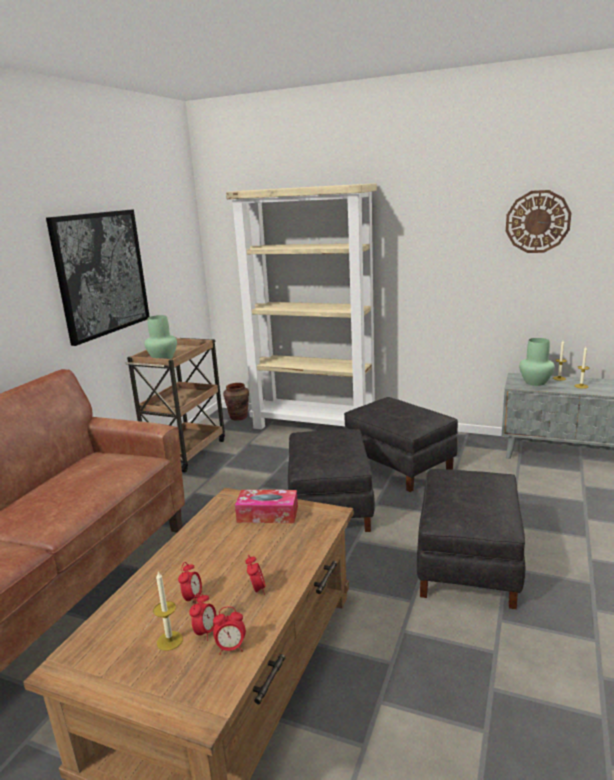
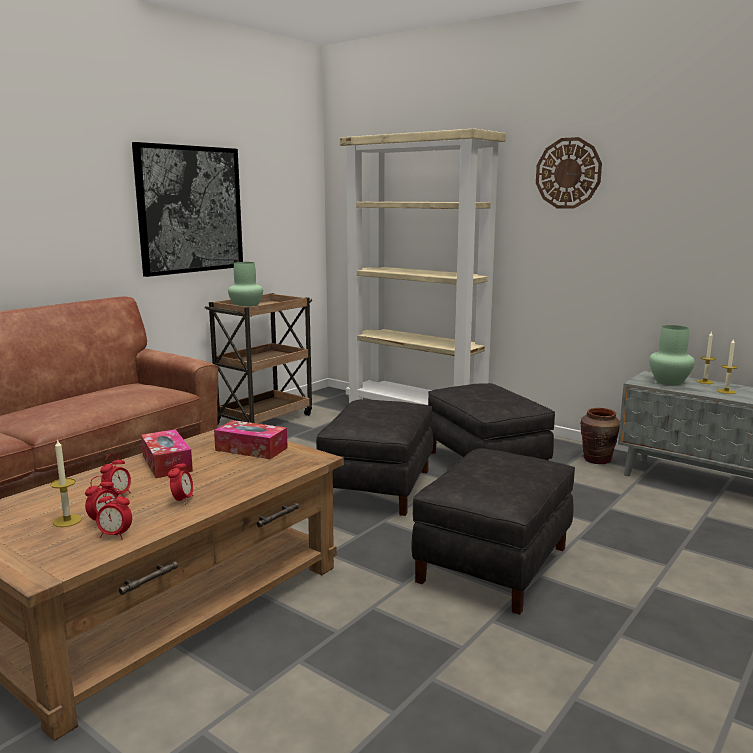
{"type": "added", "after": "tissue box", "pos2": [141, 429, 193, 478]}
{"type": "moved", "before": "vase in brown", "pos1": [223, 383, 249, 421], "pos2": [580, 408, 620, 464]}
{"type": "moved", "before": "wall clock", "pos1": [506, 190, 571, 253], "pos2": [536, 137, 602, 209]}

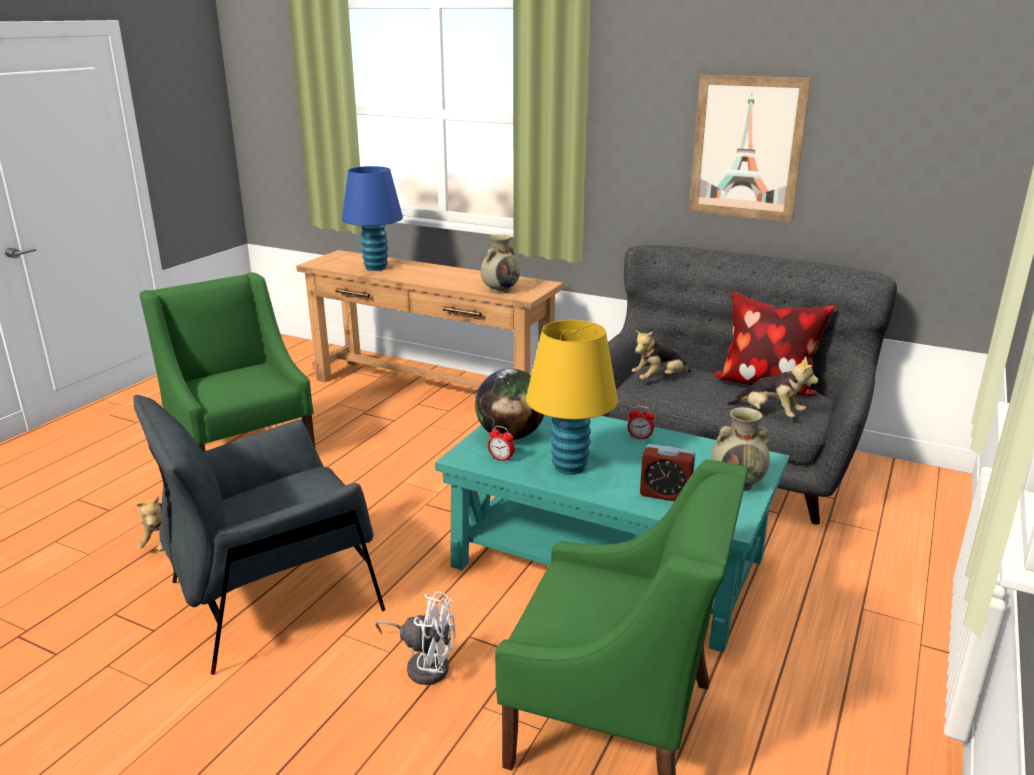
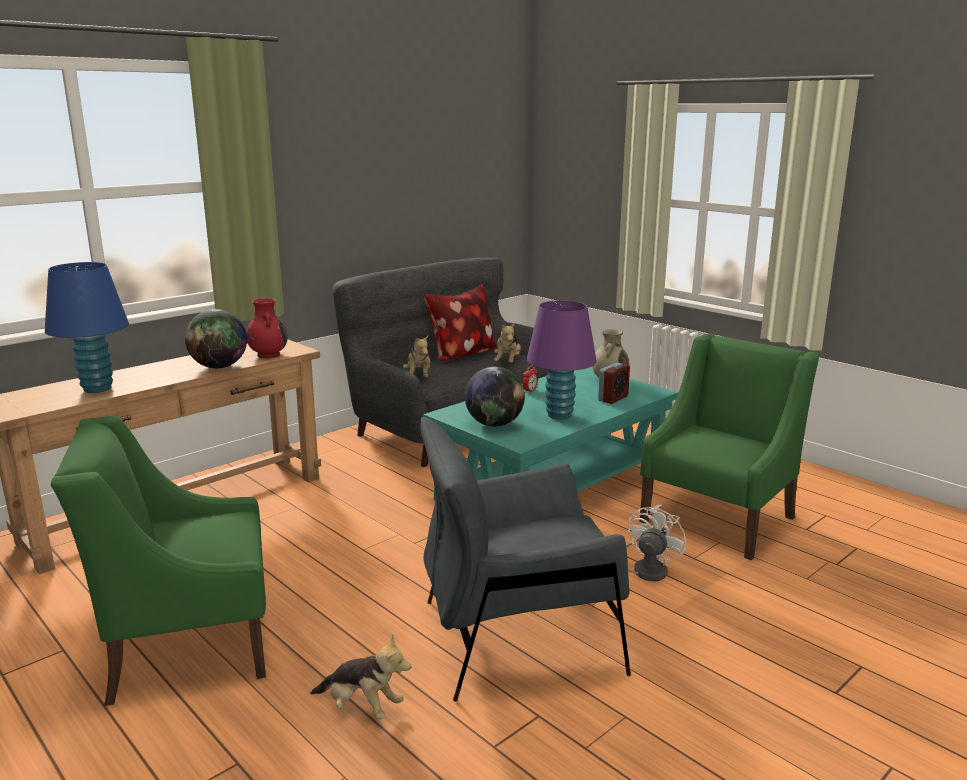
{"type": "removed", "before": "alarm clock", "pos1": [488, 426, 515, 462]}
{"type": "removed", "before": "picture", "pos1": [689, 75, 811, 222]}
{"type": "added", "after": "globe", "pos2": [185, 309, 247, 368]}
{"type": "recoloured", "before": "vase in beige", "after": "vase in red", "pos1": [481, 234, 520, 294], "pos2": [246, 298, 288, 358]}
{"type": "recoloured", "before": "table lamp in yellow", "after": "table lamp in purple", "pos1": [526, 320, 618, 475], "pos2": [527, 301, 597, 419]}
{"type": "turned", "before": "armchair in grey", "pos1": [133, 395, 385, 675], "pos2": [420, 417, 631, 702], "turn": 90}
{"type": "turned", "before": "plush toy", "pos1": [727, 356, 818, 417], "pos2": [494, 323, 521, 363], "turn": 135}

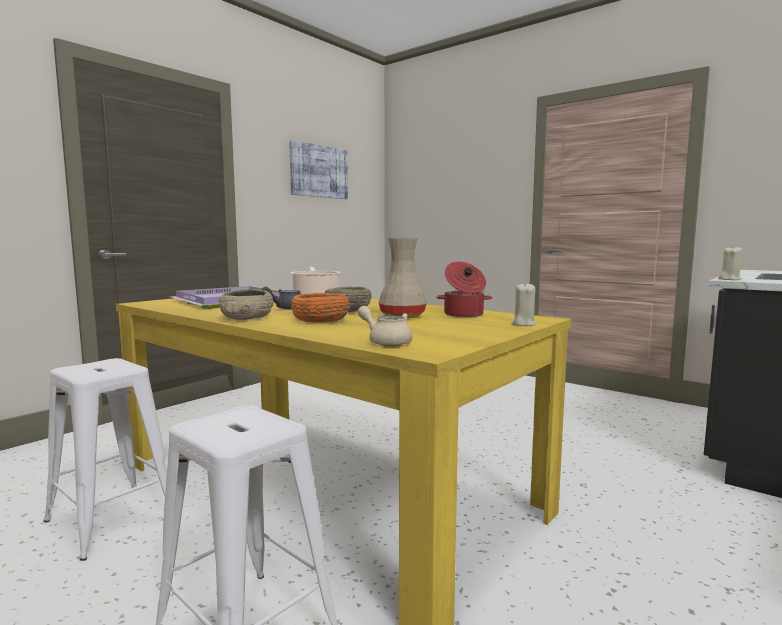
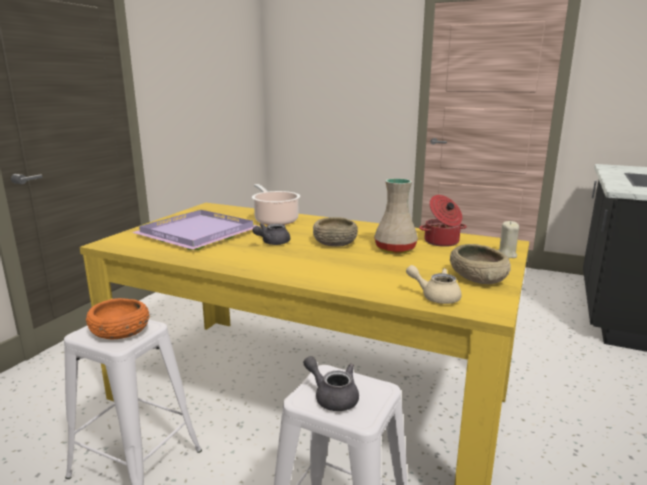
{"type": "removed", "before": "picture", "pos1": [289, 140, 348, 199]}
{"type": "removed", "before": "candle in beige", "pos1": [718, 246, 742, 280]}
{"type": "added", "after": "teapot in grey", "pos2": [303, 356, 359, 411]}
{"type": "moved", "before": "bowl in beige", "pos1": [218, 289, 274, 320], "pos2": [450, 244, 511, 284]}
{"type": "moved", "before": "bowl in orange", "pos1": [291, 293, 350, 323], "pos2": [86, 298, 150, 339]}

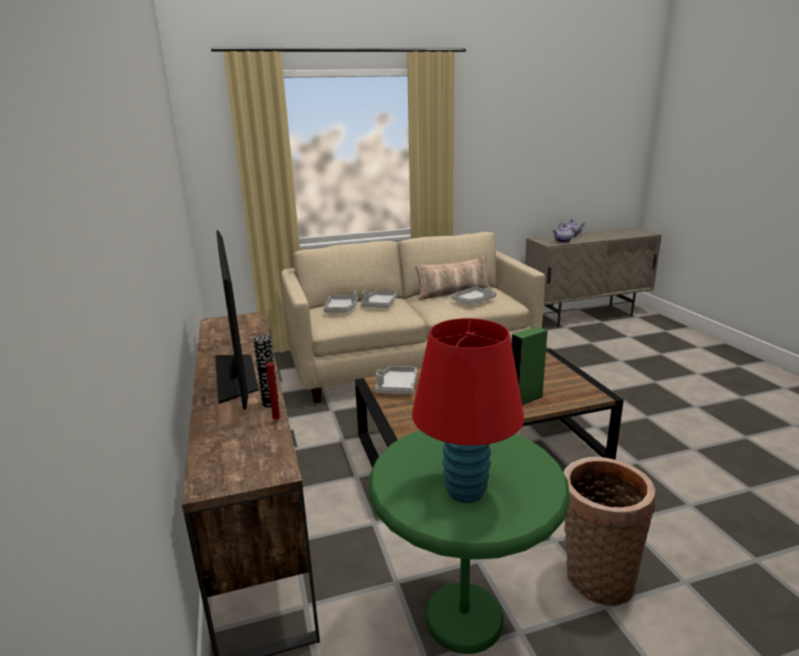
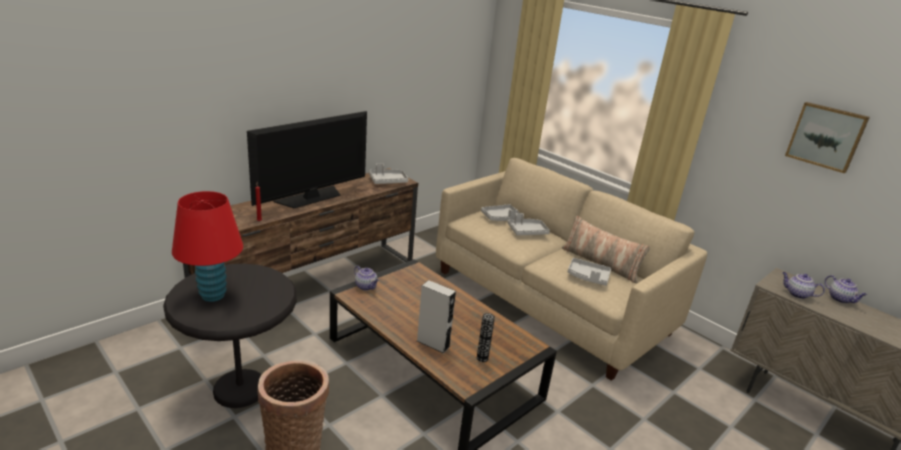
{"type": "added", "after": "teapot", "pos2": [354, 266, 379, 291]}
{"type": "added", "after": "picture", "pos2": [785, 102, 870, 173]}
{"type": "moved", "before": "vase", "pos1": [253, 335, 279, 407], "pos2": [477, 313, 495, 362]}
{"type": "moved", "before": "tray in grey", "pos1": [375, 366, 417, 394], "pos2": [369, 163, 408, 184]}
{"type": "recoloured", "before": "side table in green", "after": "side table in black", "pos1": [369, 430, 570, 654], "pos2": [163, 264, 297, 408]}
{"type": "recoloured", "before": "speaker in green", "after": "speaker in grey", "pos1": [512, 327, 547, 405], "pos2": [417, 280, 456, 354]}

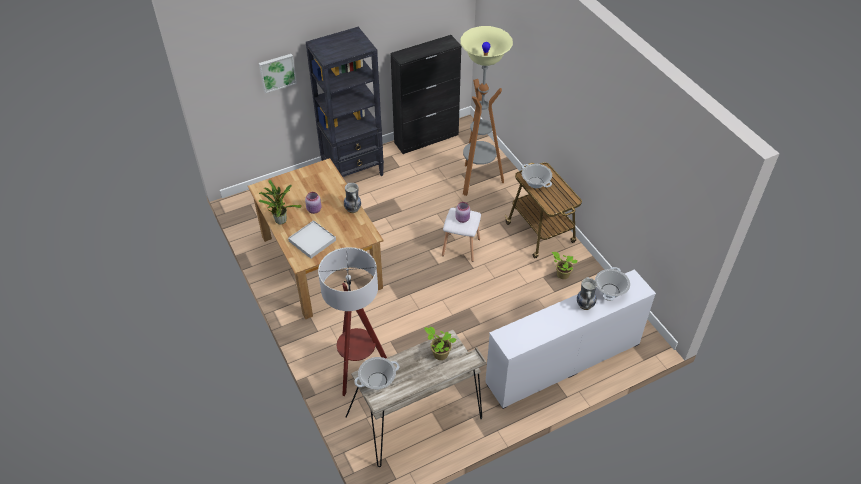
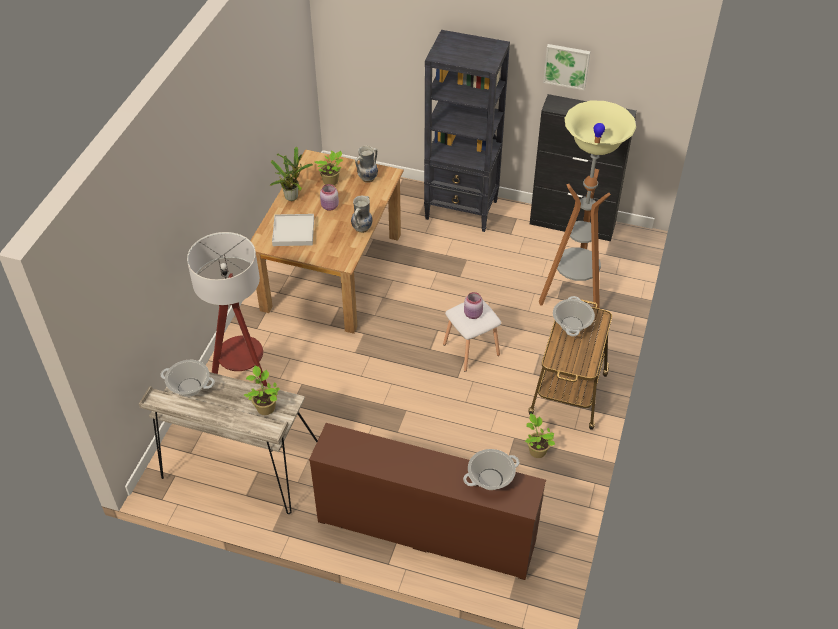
{"type": "added", "after": "potted plant", "pos2": [315, 151, 343, 185]}
{"type": "moved", "before": "picture", "pos1": [259, 54, 297, 93], "pos2": [543, 44, 591, 90]}
{"type": "moved", "before": "vase", "pos1": [577, 277, 597, 310], "pos2": [355, 146, 378, 183]}
{"type": "recoloured", "before": "dresser in white", "after": "dresser in brown", "pos1": [485, 269, 656, 409], "pos2": [309, 423, 546, 580]}

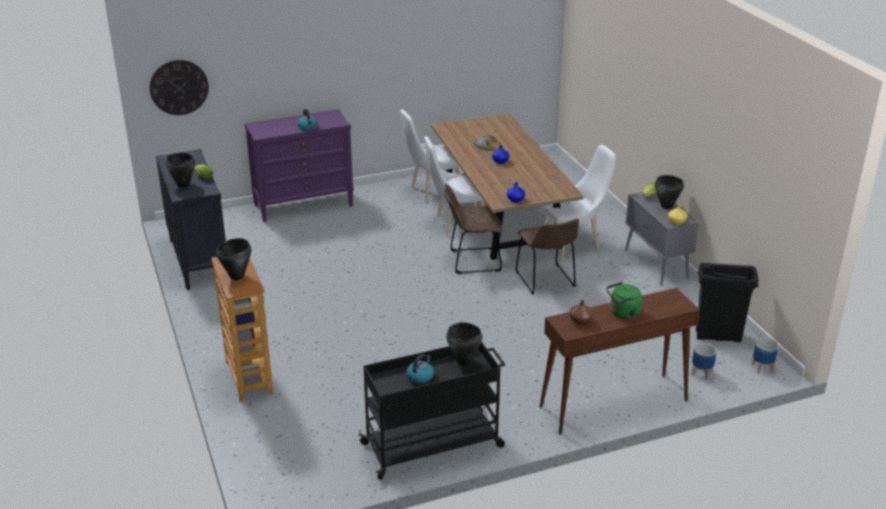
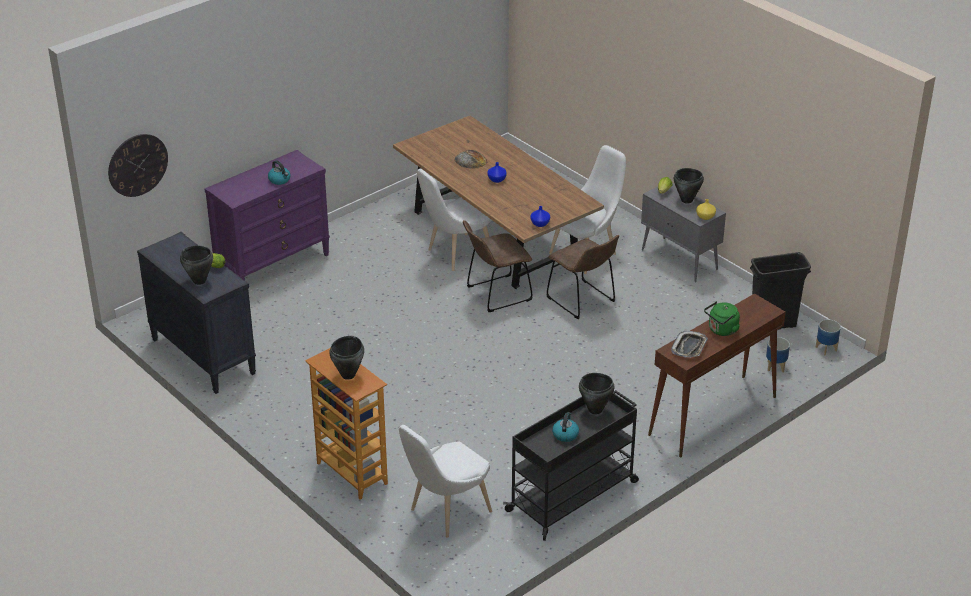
{"type": "moved", "before": "chair in white", "pos1": [400, 109, 460, 204], "pos2": [399, 425, 492, 538]}
{"type": "replaced", "before": "vase in brown", "after": "tray", "pos1": [570, 300, 593, 325], "pos2": [671, 331, 708, 357]}

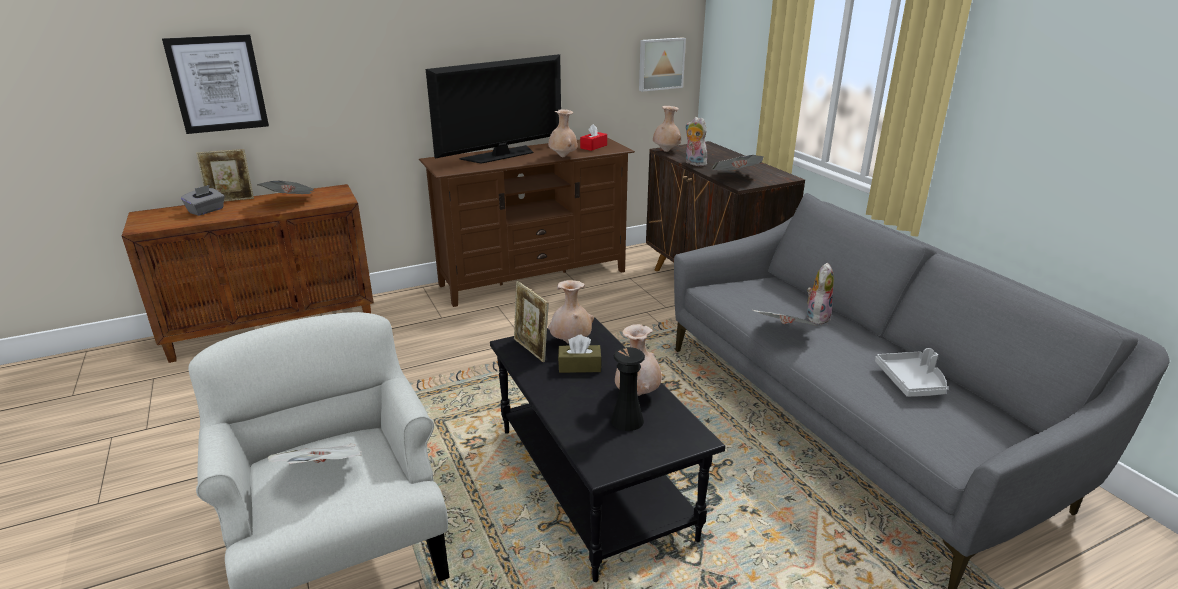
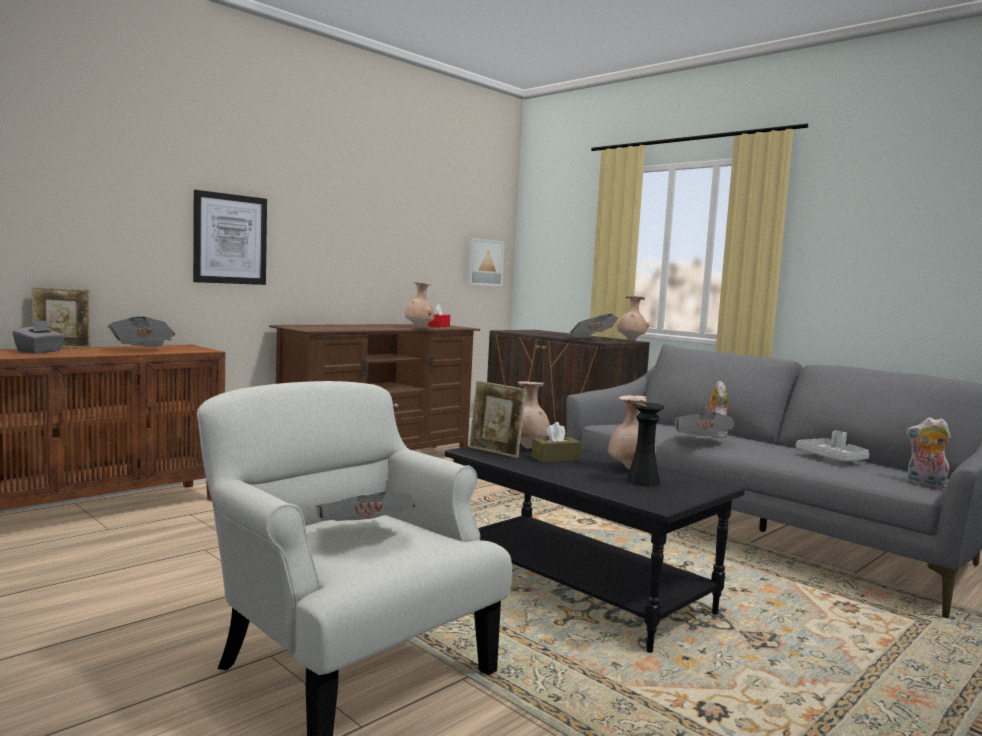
{"type": "removed", "before": "television", "pos1": [426, 54, 561, 164]}
{"type": "moved", "before": "picture", "pos1": [162, 34, 269, 134], "pos2": [193, 190, 267, 285]}
{"type": "moved", "before": "vase in beige", "pos1": [653, 106, 681, 152], "pos2": [617, 296, 649, 341]}
{"type": "moved", "before": "plush toy", "pos1": [685, 117, 707, 166], "pos2": [906, 418, 951, 489]}

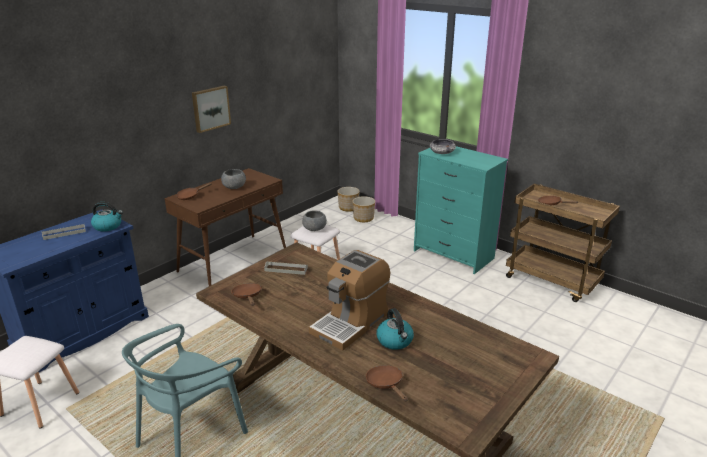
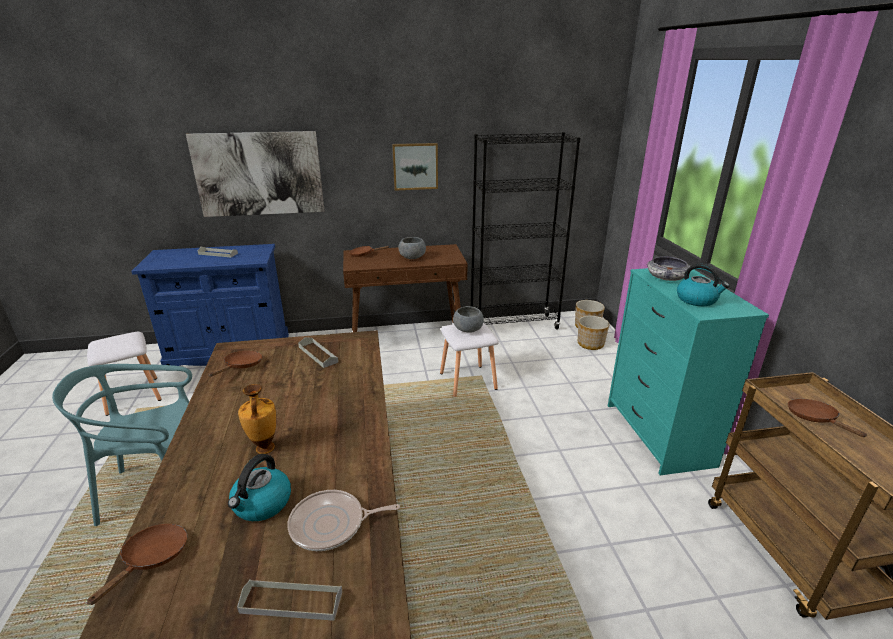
{"type": "added", "after": "picture", "pos2": [186, 131, 324, 217]}
{"type": "added", "after": "tray in grey", "pos2": [237, 579, 342, 621]}
{"type": "added", "after": "frying pan", "pos2": [287, 490, 400, 551]}
{"type": "added", "after": "bookcase in black", "pos2": [471, 132, 581, 330]}
{"type": "moved", "before": "kettle", "pos1": [91, 202, 123, 232], "pos2": [677, 264, 729, 306]}
{"type": "replaced", "before": "coffee machine", "after": "vase", "pos1": [309, 250, 390, 351], "pos2": [238, 384, 276, 454]}

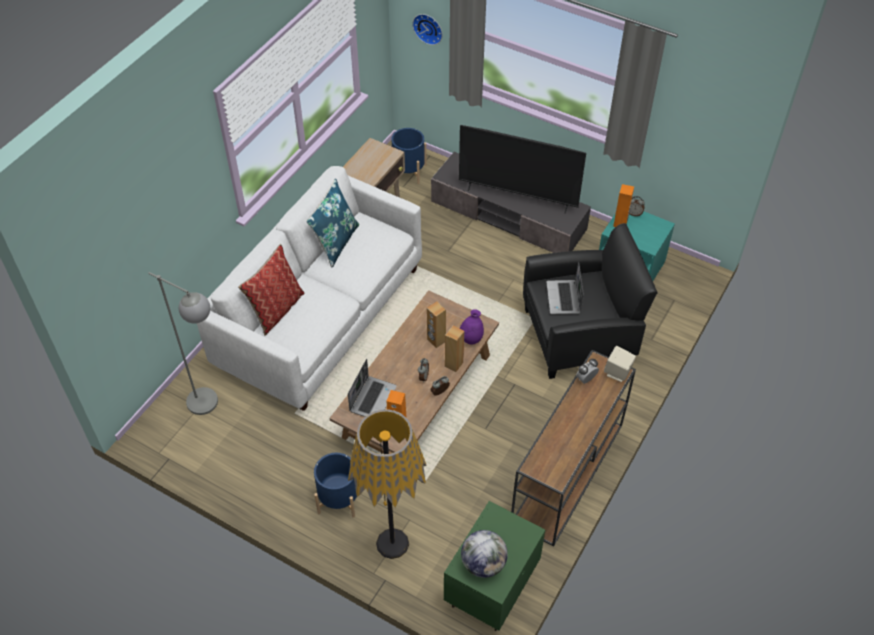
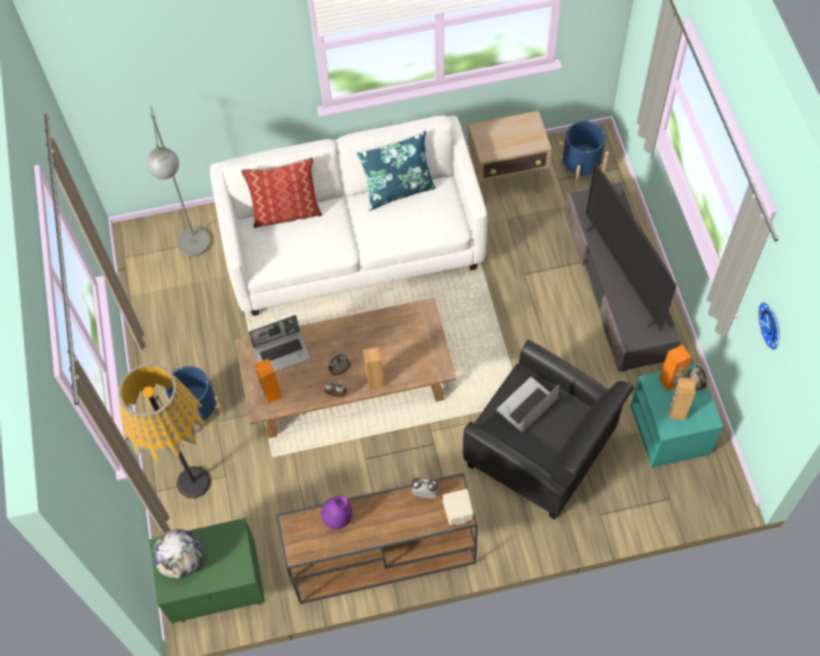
{"type": "moved", "before": "wall clock", "pos1": [413, 14, 442, 45], "pos2": [758, 302, 780, 351]}
{"type": "moved", "before": "speaker in brown", "pos1": [427, 302, 446, 348], "pos2": [670, 377, 696, 420]}
{"type": "moved", "before": "vase in purple", "pos1": [460, 309, 484, 344], "pos2": [321, 495, 352, 529]}

